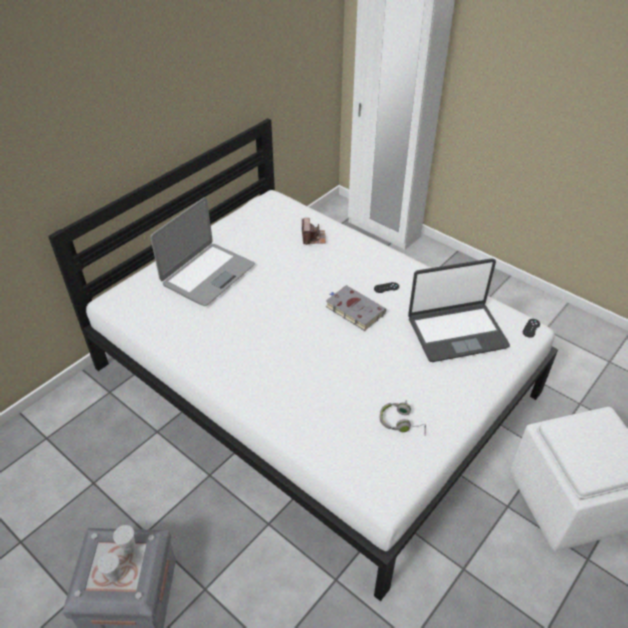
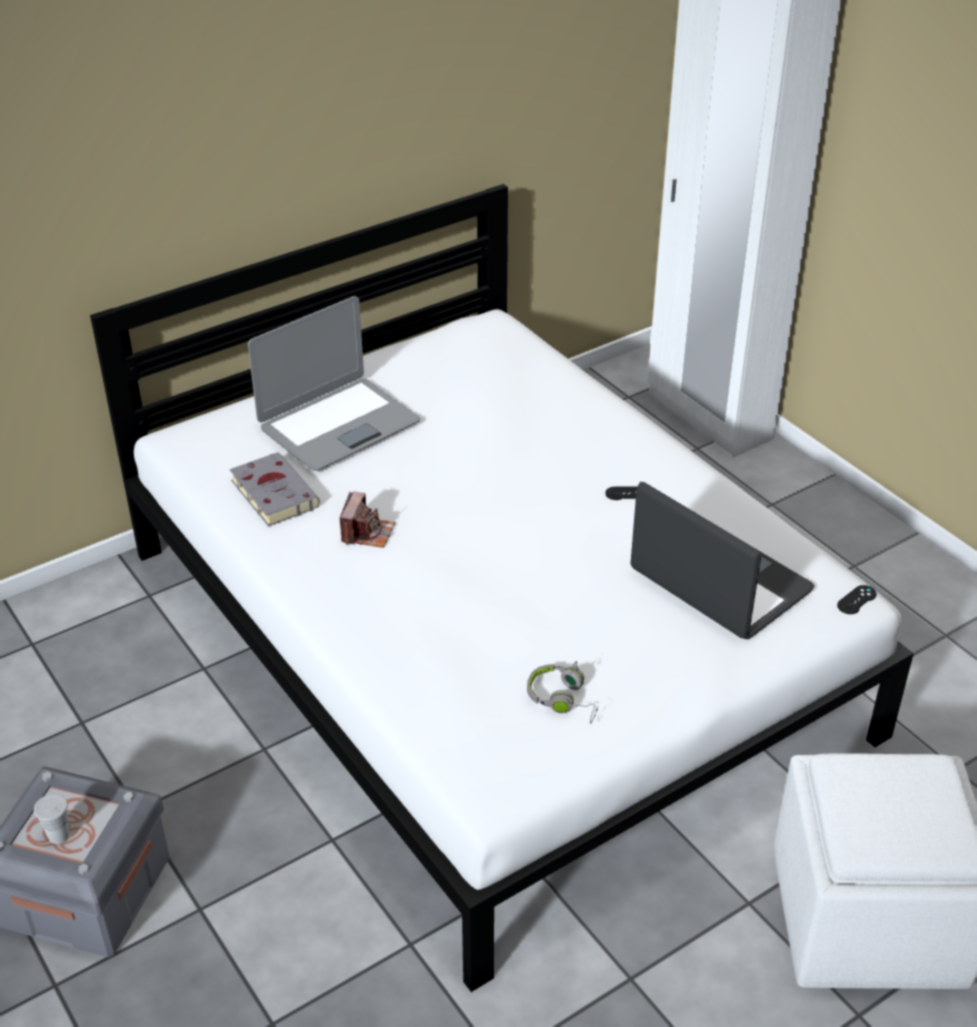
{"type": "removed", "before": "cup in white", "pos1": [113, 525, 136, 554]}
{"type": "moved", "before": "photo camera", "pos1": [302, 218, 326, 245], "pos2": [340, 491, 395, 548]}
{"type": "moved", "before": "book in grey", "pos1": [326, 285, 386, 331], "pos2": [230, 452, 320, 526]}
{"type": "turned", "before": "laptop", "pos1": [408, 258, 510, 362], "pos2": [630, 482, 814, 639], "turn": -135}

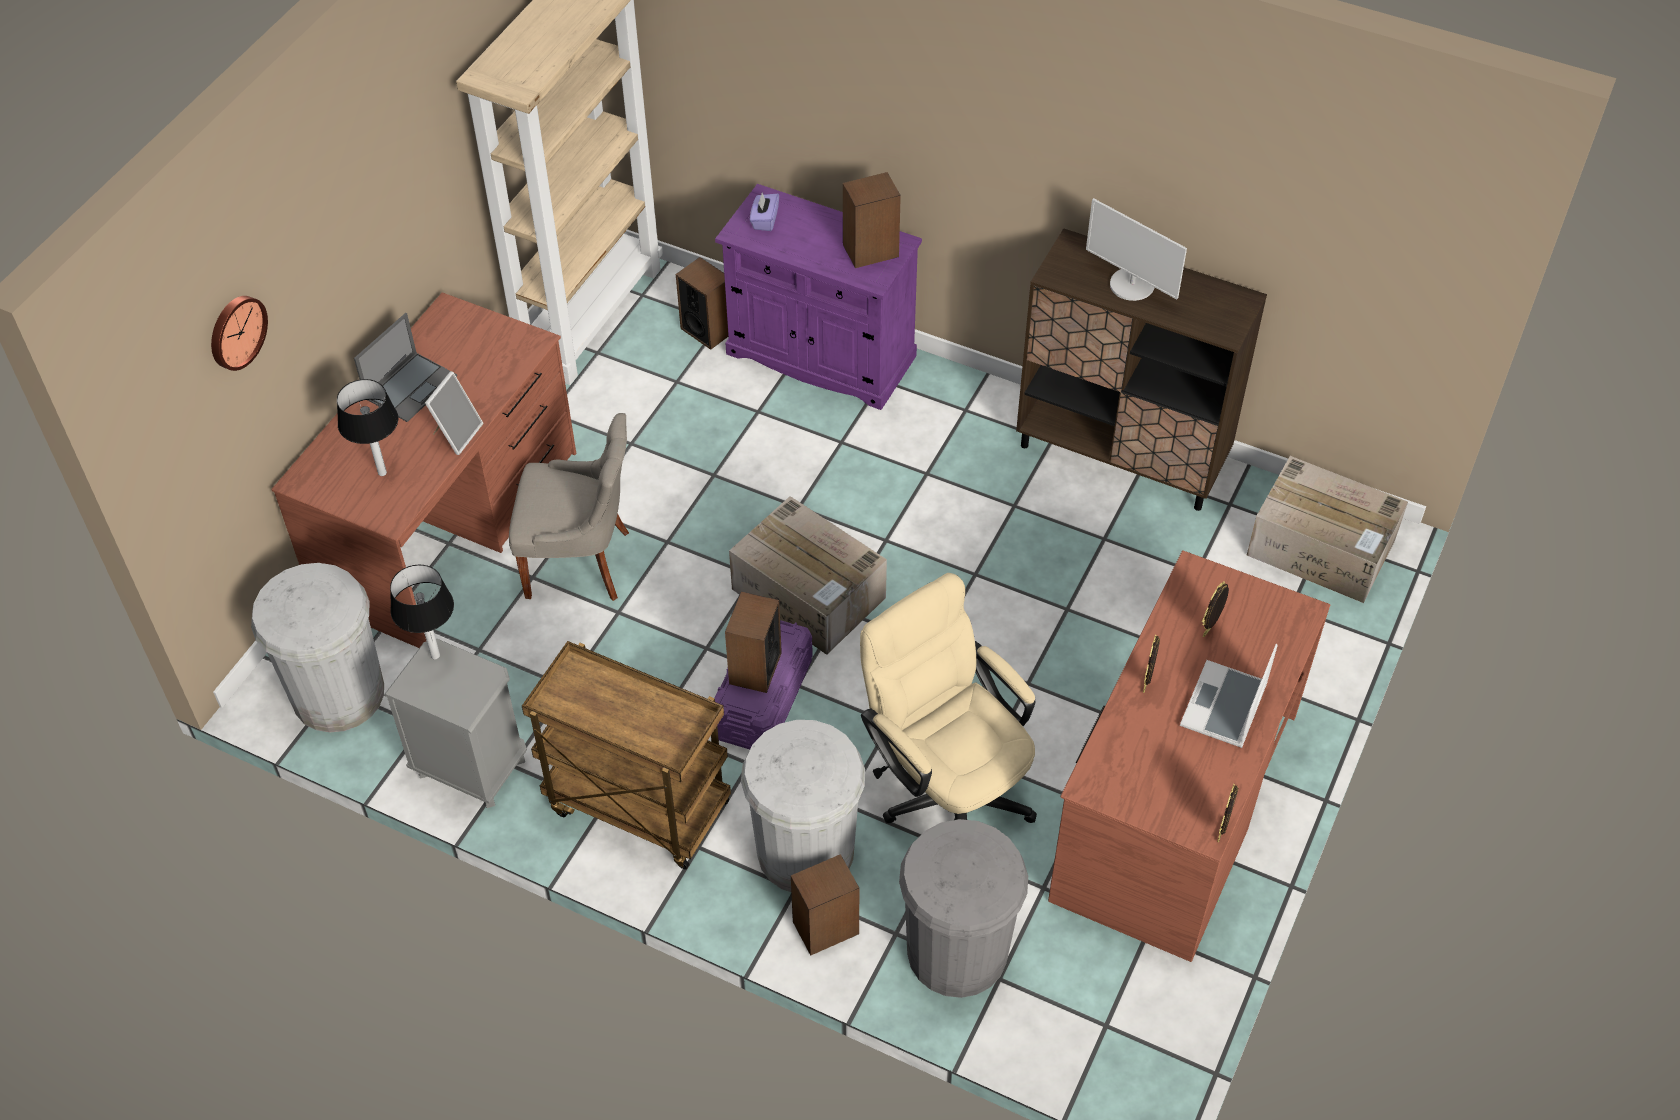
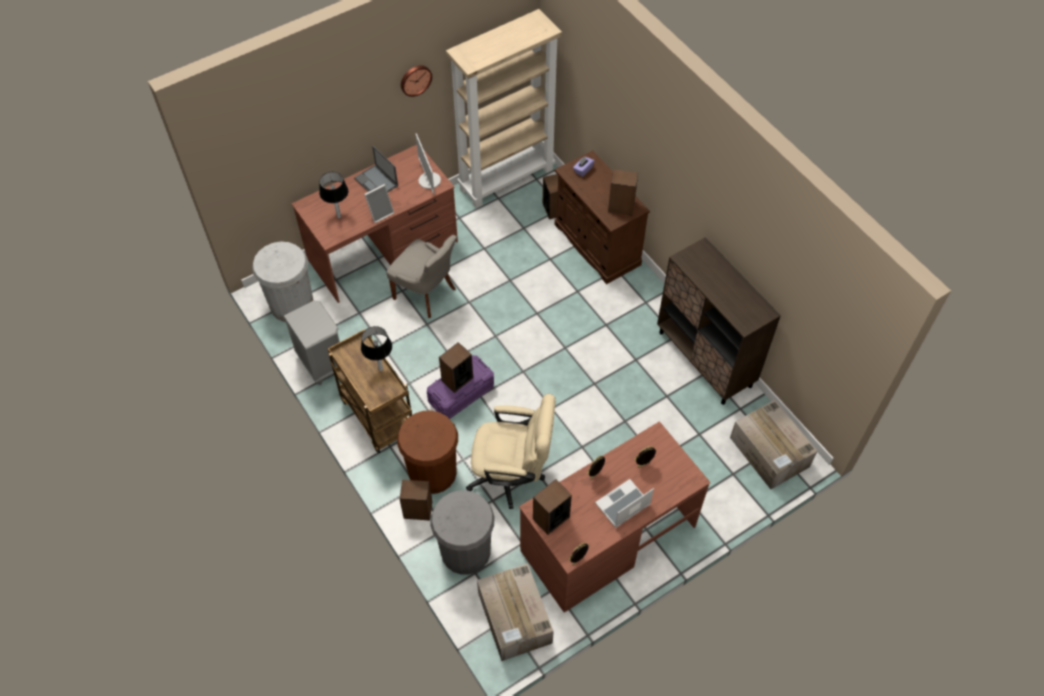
{"type": "added", "after": "speaker", "pos2": [533, 479, 572, 535]}
{"type": "moved", "before": "wall clock", "pos1": [211, 296, 268, 371], "pos2": [401, 65, 432, 97]}
{"type": "moved", "before": "table lamp", "pos1": [390, 565, 454, 659], "pos2": [361, 326, 392, 371]}
{"type": "moved", "before": "cardboard box", "pos1": [729, 496, 887, 655], "pos2": [477, 563, 554, 661]}
{"type": "moved", "before": "monitor", "pos1": [1086, 198, 1187, 301], "pos2": [416, 133, 441, 194]}
{"type": "recoloured", "before": "cabinet in purple", "after": "cabinet in brown", "pos1": [715, 184, 922, 410], "pos2": [555, 150, 650, 284]}
{"type": "recoloured", "before": "trash can in white", "after": "trash can in brown", "pos1": [741, 720, 865, 892], "pos2": [397, 410, 458, 494]}
{"type": "turned", "before": "laptop", "pos1": [354, 313, 457, 422], "pos2": [354, 146, 398, 192], "turn": 75}
{"type": "turned", "before": "office chair in beige", "pos1": [860, 573, 1037, 824], "pos2": [466, 394, 556, 509], "turn": 105}

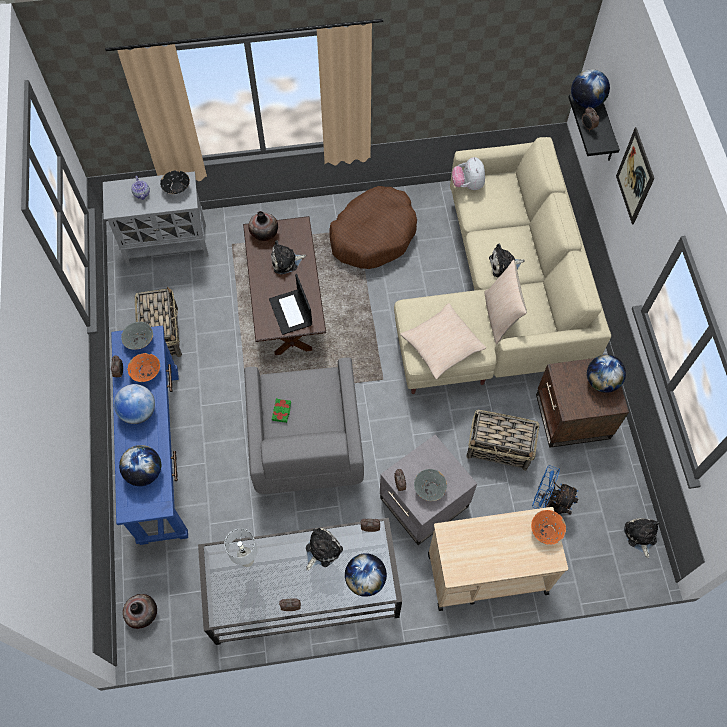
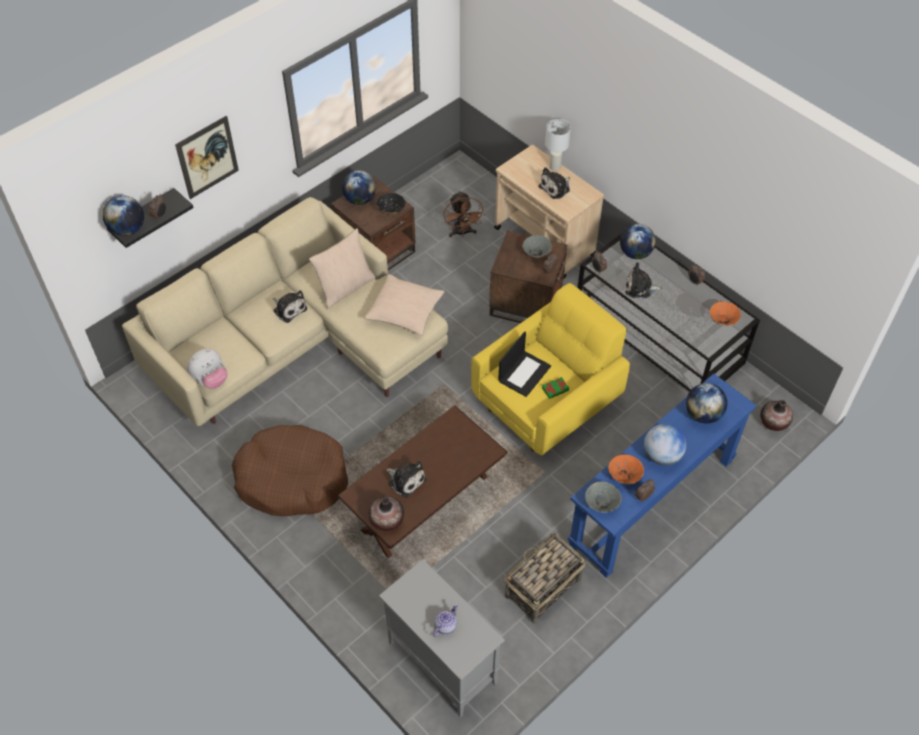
{"type": "removed", "before": "basket", "pos1": [467, 410, 539, 471]}
{"type": "moved", "before": "bowl in black", "pos1": [160, 170, 190, 194], "pos2": [376, 193, 406, 215]}
{"type": "moved", "before": "table lamp in white", "pos1": [224, 528, 258, 567], "pos2": [545, 119, 571, 171]}
{"type": "moved", "before": "laptop", "pos1": [269, 274, 312, 335], "pos2": [498, 331, 551, 397]}
{"type": "moved", "before": "bowl in orange", "pos1": [531, 510, 566, 545], "pos2": [710, 301, 741, 326]}
{"type": "moved", "before": "plush toy", "pos1": [624, 518, 660, 558], "pos2": [539, 167, 570, 199]}
{"type": "recoloured", "before": "armchair in grey", "after": "armchair in yellow", "pos1": [244, 357, 364, 494], "pos2": [471, 283, 630, 455]}
{"type": "recoloured", "before": "side table in grey", "after": "side table in brown", "pos1": [380, 435, 477, 545], "pos2": [489, 230, 567, 323]}
{"type": "recoloured", "before": "fan in blue", "after": "fan in brown", "pos1": [532, 465, 578, 515], "pos2": [443, 191, 485, 237]}

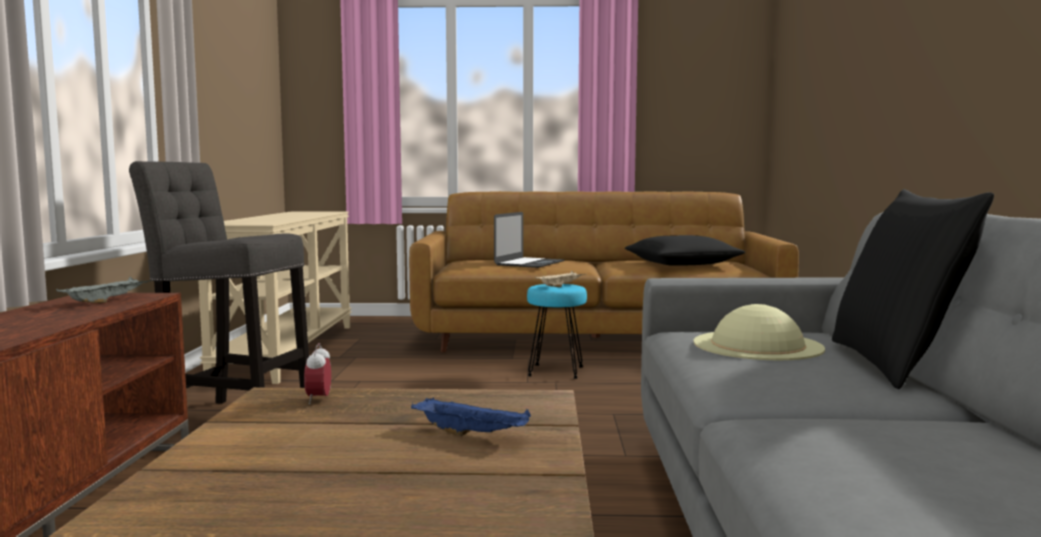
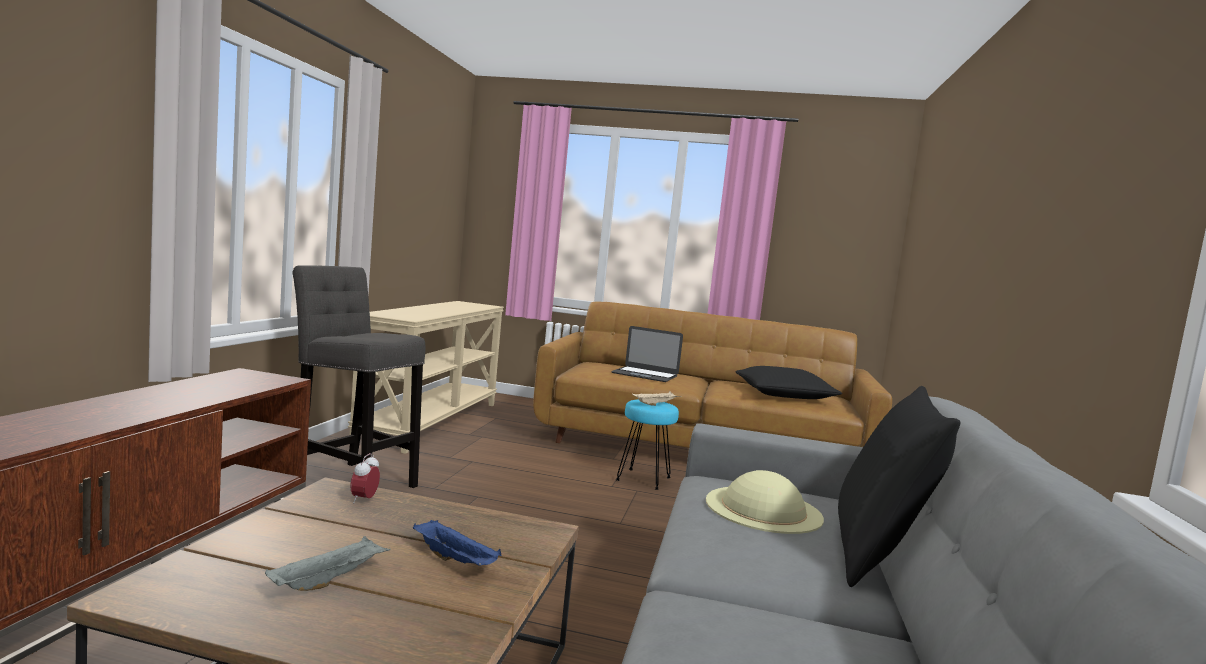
{"type": "moved", "before": "tray in grey", "pos1": [56, 277, 152, 303], "pos2": [265, 536, 391, 591]}
{"type": "turned", "before": "laptop", "pos1": [494, 212, 564, 268], "pos2": [611, 326, 683, 382], "turn": 75}

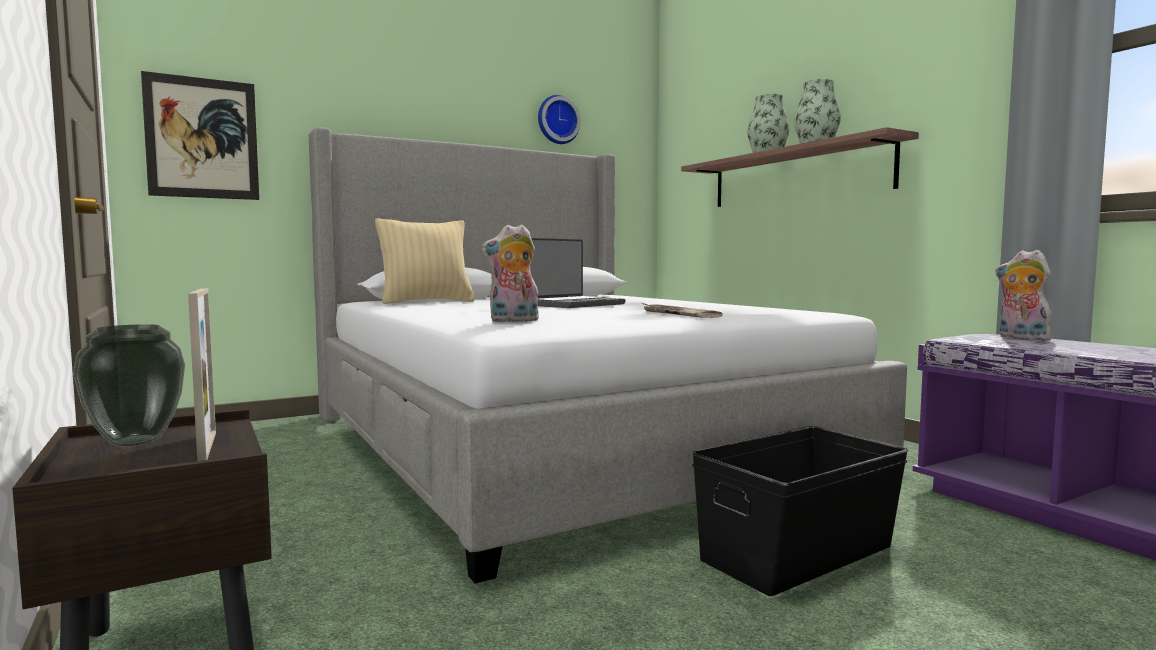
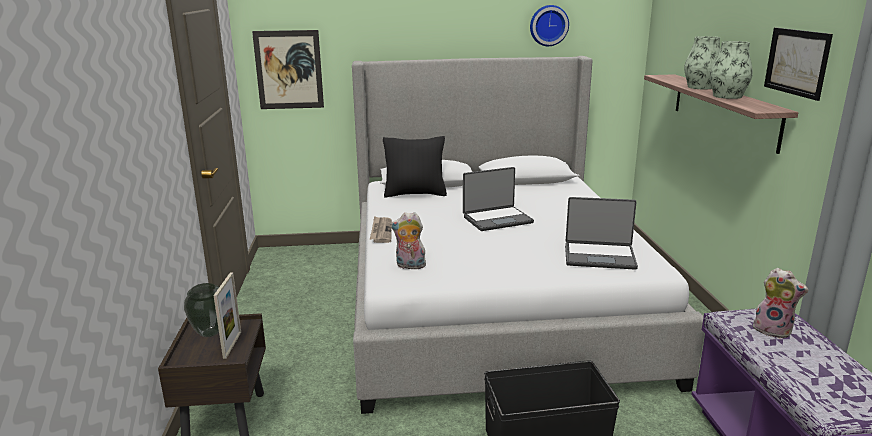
{"type": "added", "after": "laptop", "pos2": [565, 197, 638, 270]}
{"type": "added", "after": "picture", "pos2": [764, 28, 833, 101]}
{"type": "moved", "before": "newspaper", "pos1": [642, 303, 723, 318], "pos2": [370, 216, 392, 243]}
{"type": "recoloured", "before": "pillow in beige", "after": "pillow in black", "pos1": [375, 218, 475, 304], "pos2": [383, 136, 447, 197]}
{"type": "turned", "before": "plush toy", "pos1": [995, 250, 1052, 340], "pos2": [753, 268, 808, 339], "turn": 135}

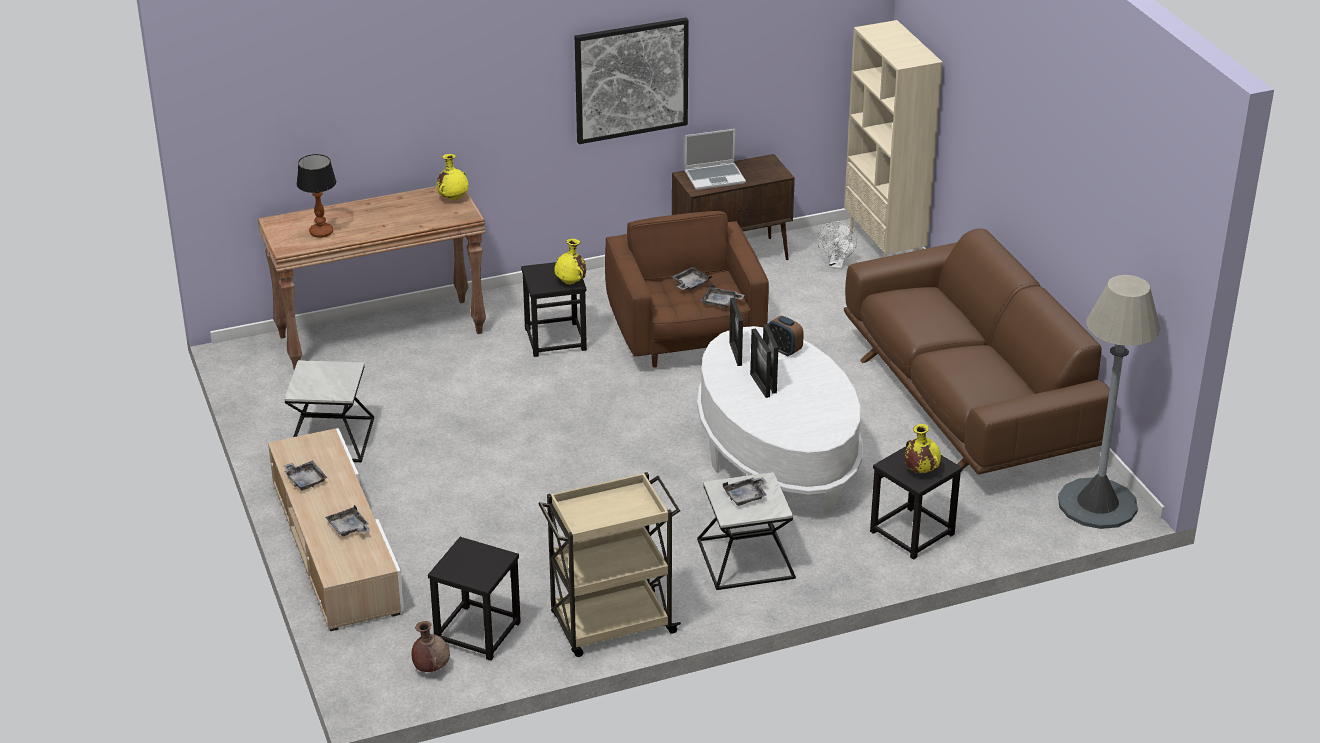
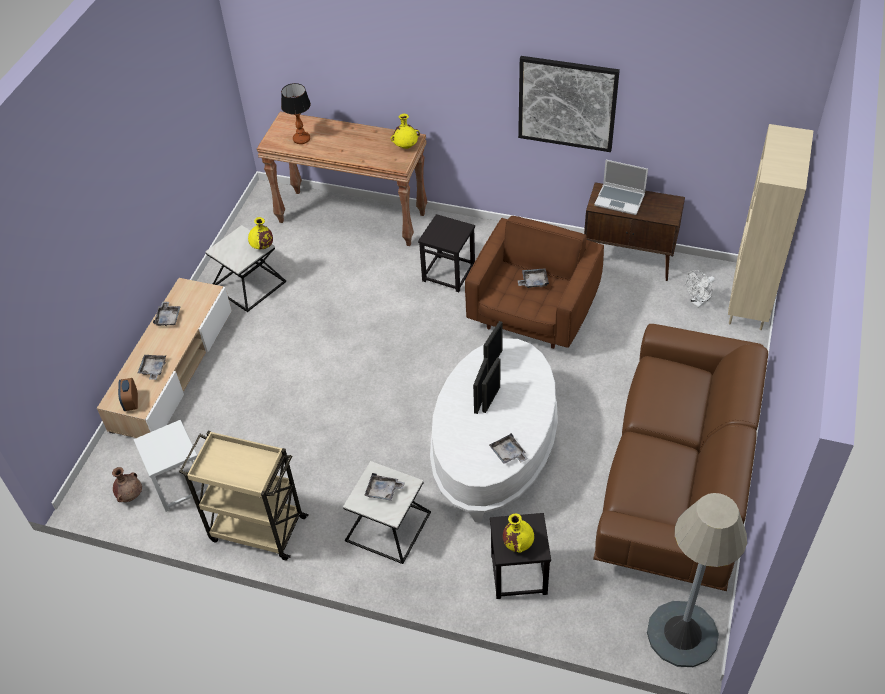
{"type": "moved", "before": "vase in yellow", "pos1": [555, 239, 586, 285], "pos2": [248, 217, 273, 249]}
{"type": "moved", "before": "tray in grey", "pos1": [700, 284, 745, 308], "pos2": [489, 433, 528, 464]}
{"type": "moved", "before": "alarm clock", "pos1": [768, 316, 804, 356], "pos2": [118, 378, 138, 411]}
{"type": "recoloured", "before": "stool in black", "after": "stool in white", "pos1": [428, 537, 521, 661], "pos2": [134, 420, 208, 512]}

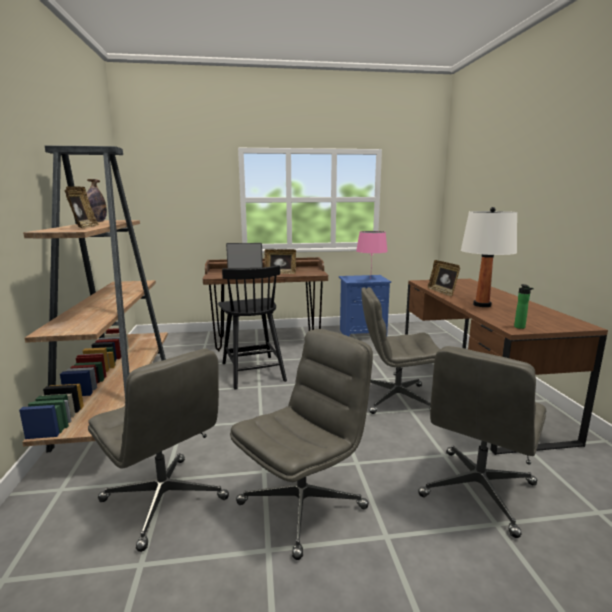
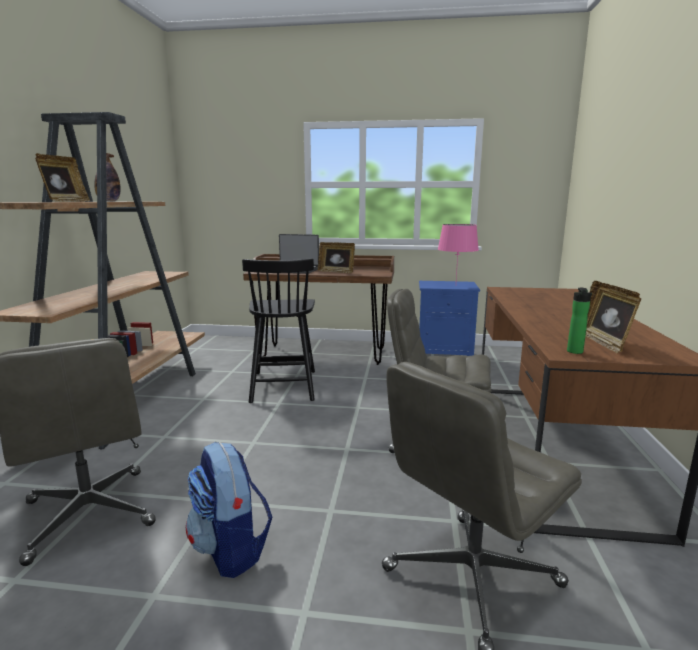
{"type": "removed", "before": "table lamp in white", "pos1": [461, 207, 517, 307]}
{"type": "moved", "before": "picture frame", "pos1": [428, 260, 460, 296], "pos2": [586, 281, 641, 353]}
{"type": "replaced", "before": "office chair in grey", "after": "backpack", "pos1": [230, 329, 373, 560], "pos2": [186, 442, 272, 578]}

